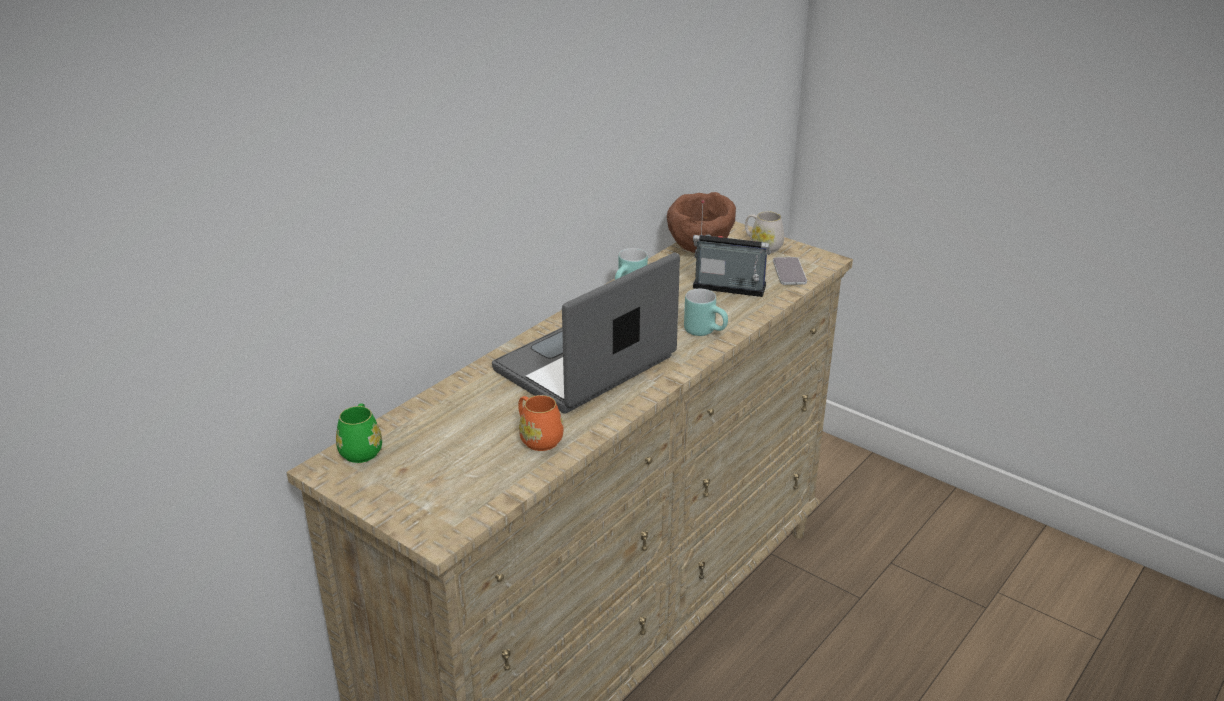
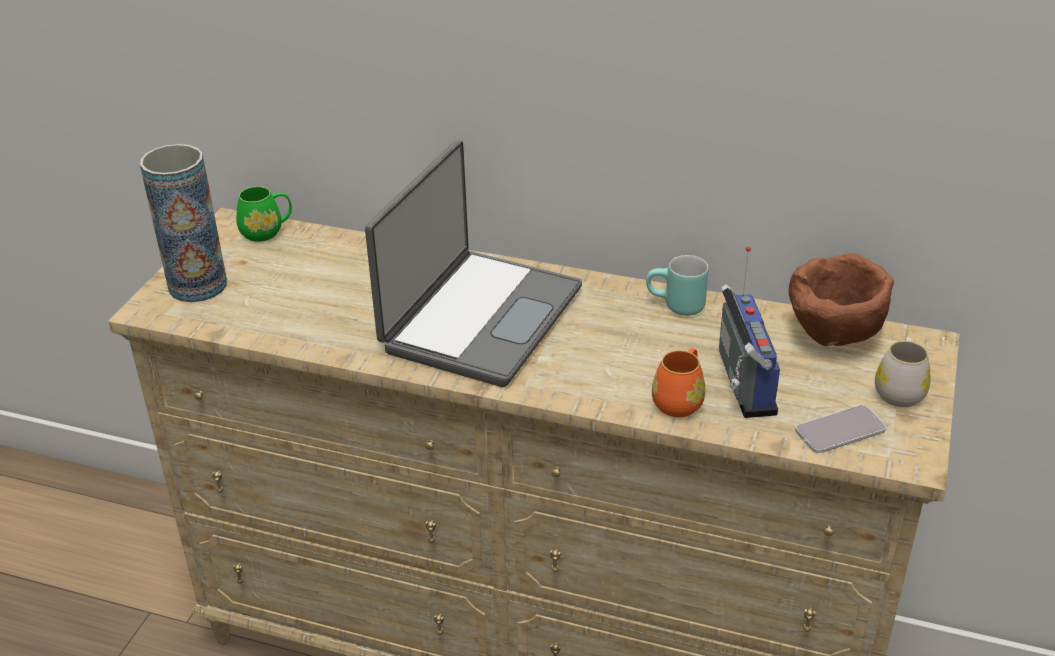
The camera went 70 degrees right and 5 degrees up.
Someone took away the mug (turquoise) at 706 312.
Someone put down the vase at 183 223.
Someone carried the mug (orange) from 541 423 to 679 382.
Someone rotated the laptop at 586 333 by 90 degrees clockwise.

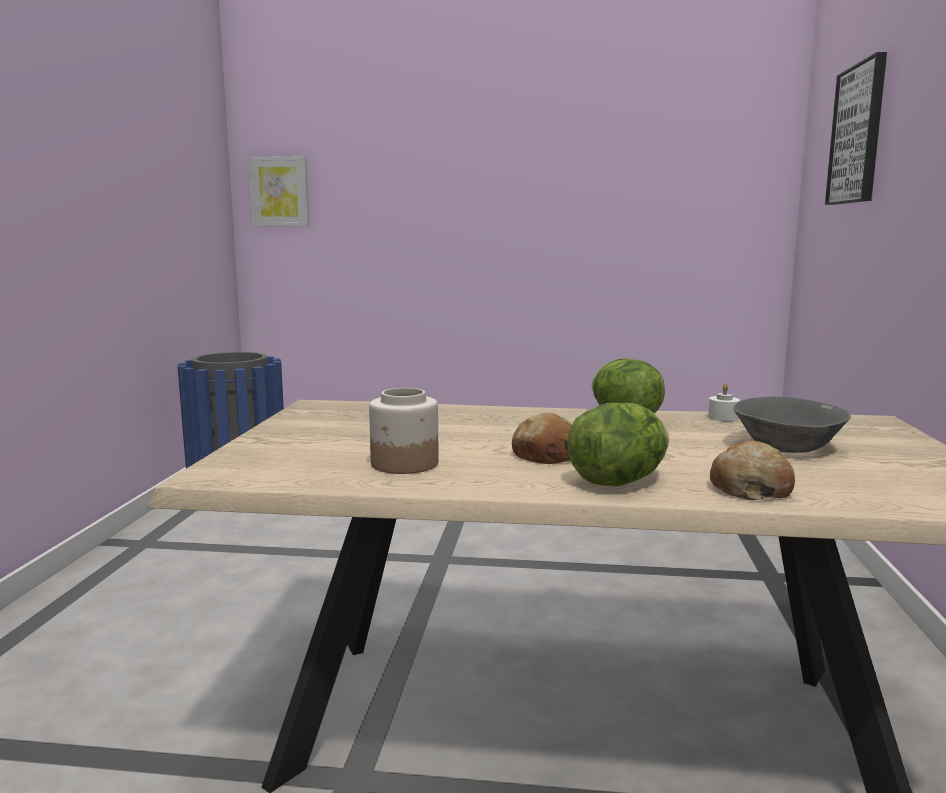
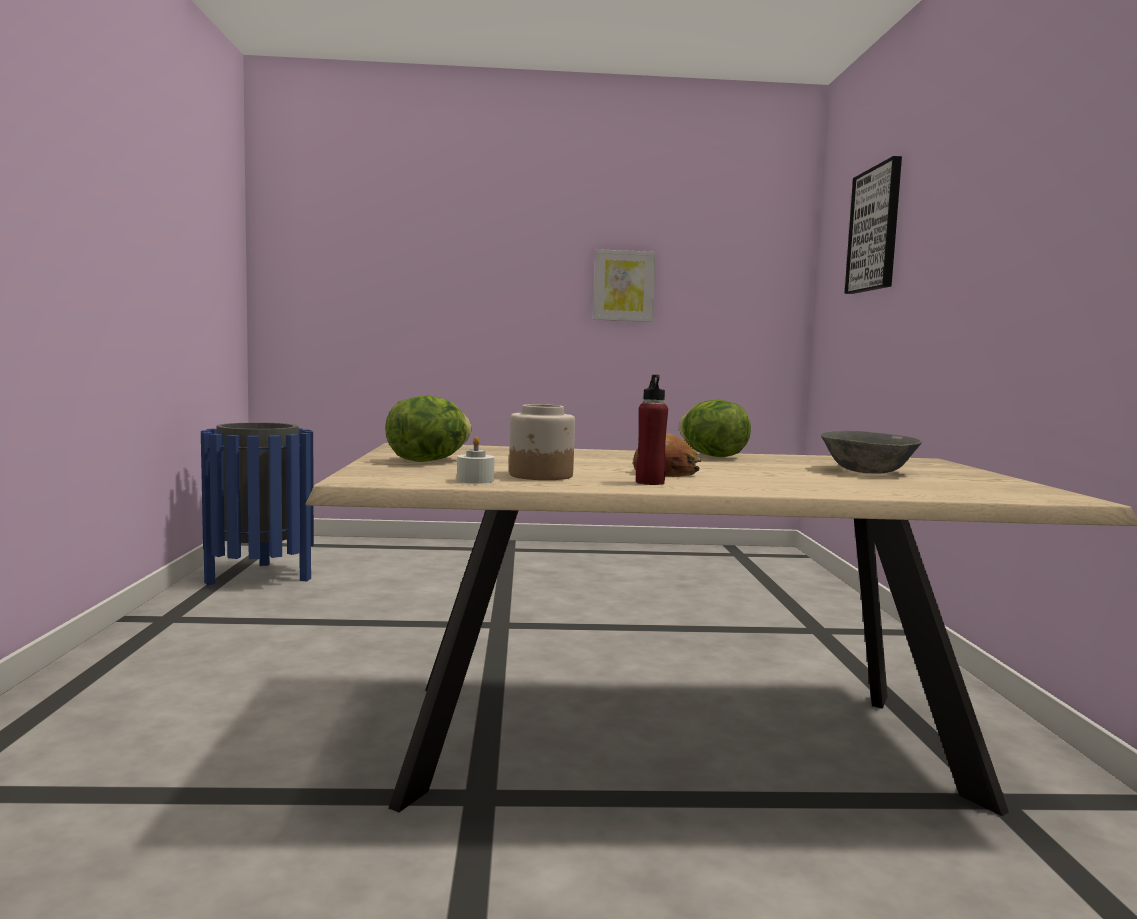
The camera went 10 degrees left and 5 degrees down.
Someone took away the bread at 752 470.
Someone put down the bottle (red) at 652 430.
Someone carried the picture from 278 191 to 624 285.
Someone carried the lettuce from 618 444 to 428 428.
Someone carried the candle (white) from 724 402 to 476 460.

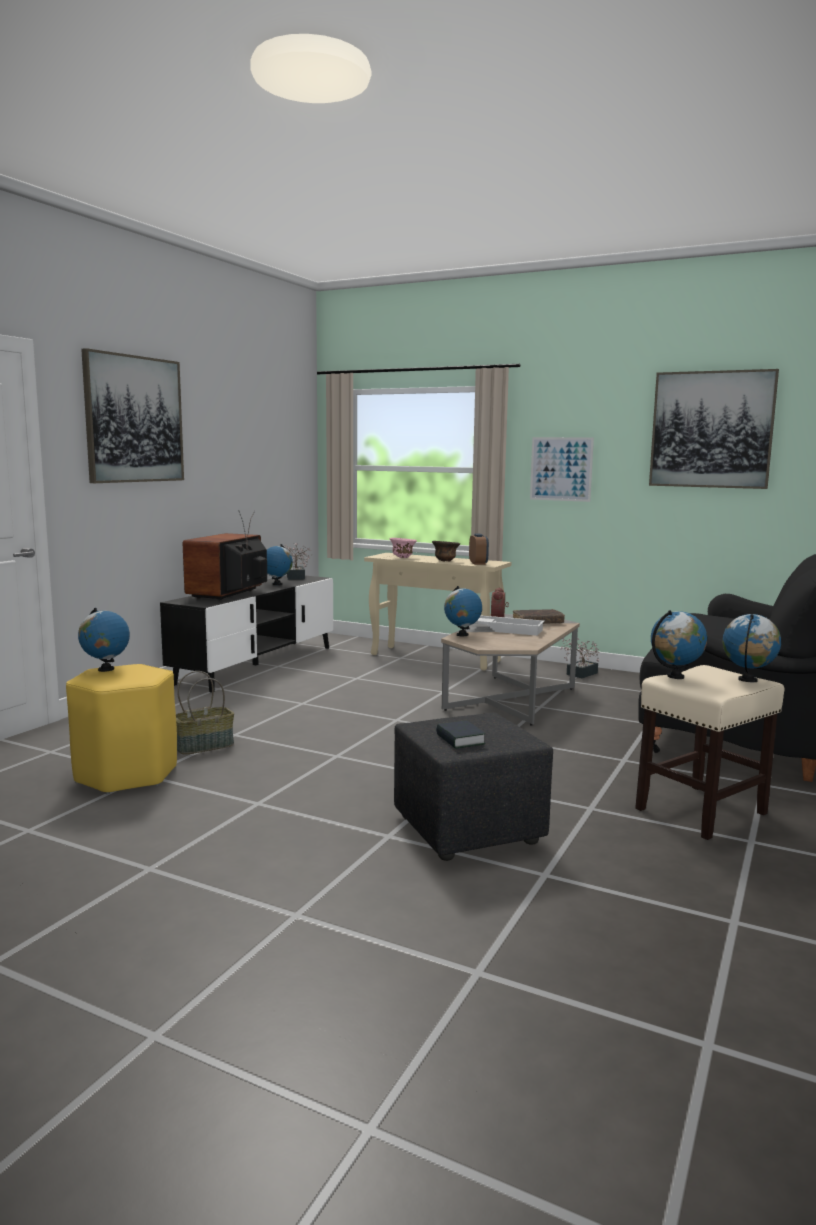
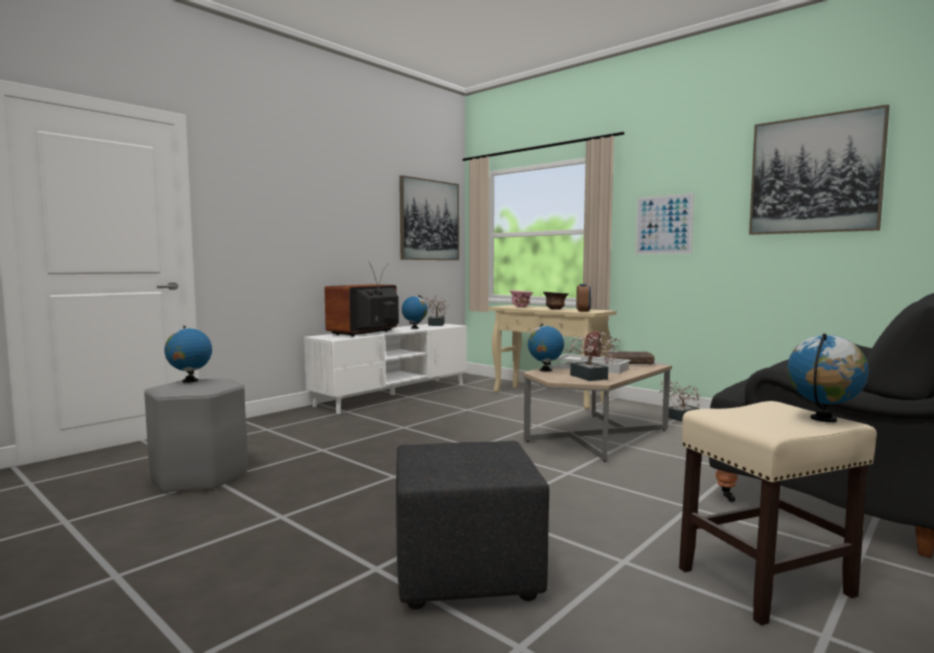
The camera went 15 degrees right and 5 degrees down.
Someone took away the basket at 205 713.
Someone took away the book at 461 734.
Someone took away the globe at 679 644.
Someone put down the potted plant at 592 356.
Someone carried the picture from 132 415 to 429 217.
Someone repainted the stool (yellow) at 121 729, which became the stool (grey) at 195 436.
Someone repainted the tv stand (black) at 246 633, which became the tv stand (white) at 385 369.

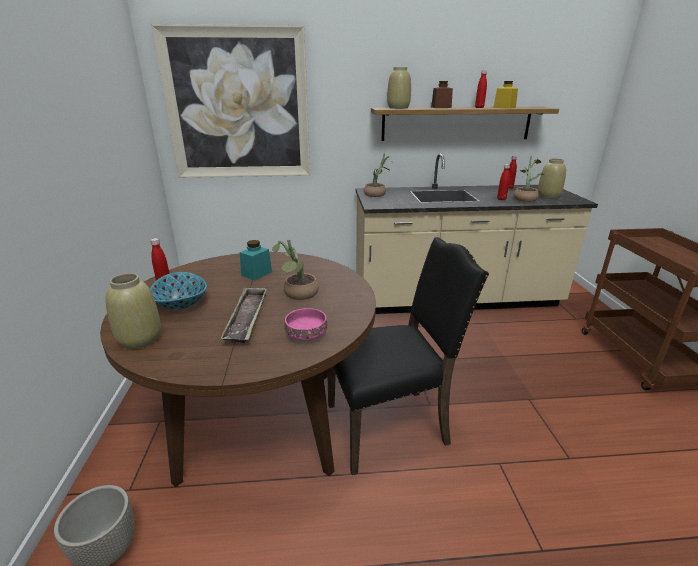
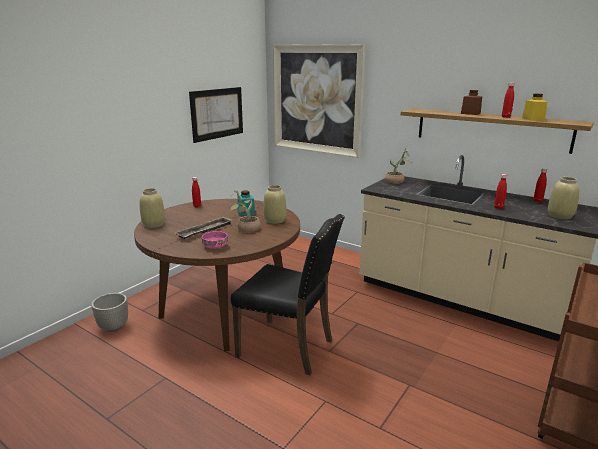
The camera went 40 degrees right and 5 degrees down.
Someone took away the bowl at 178 291.
Someone took away the potted plant at 529 179.
Someone put up the picture at 216 115.
Someone carried the vase (beige) from 399 88 to 274 204.

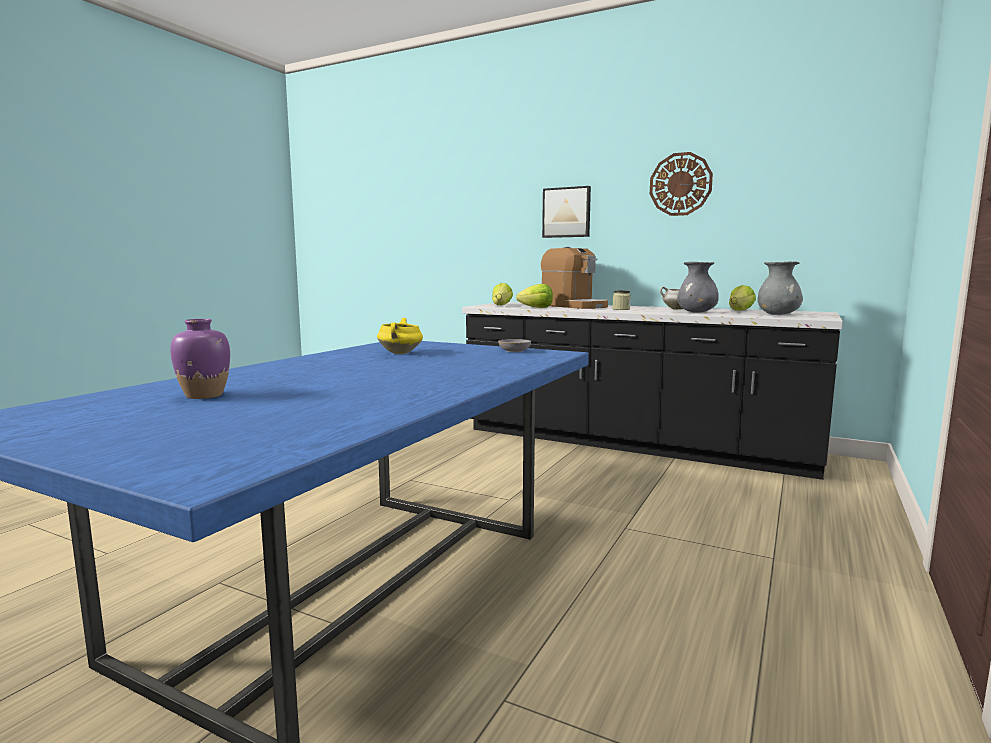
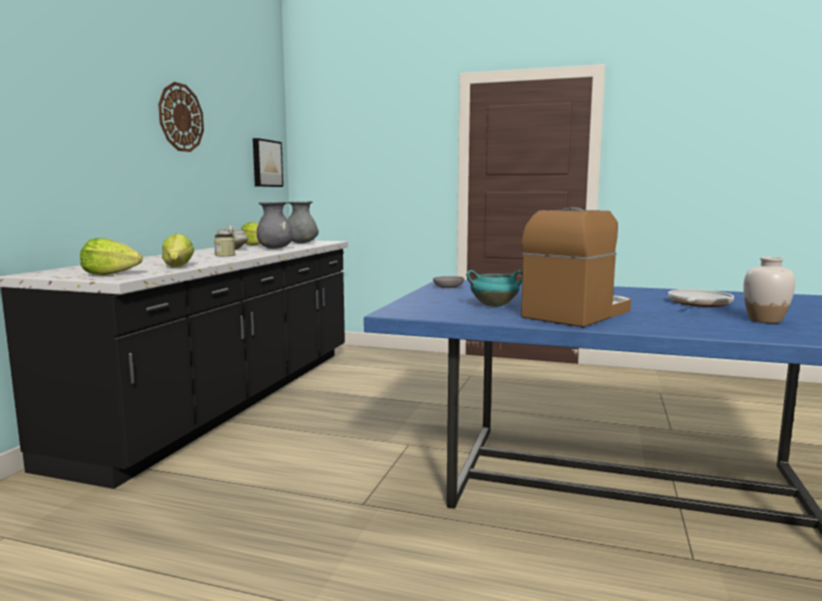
The camera went 100 degrees left and 0 degrees up.
Someone put down the frying pan at 701 298.
Someone carried the coffee machine from 574 278 to 576 267.
Someone carried the picture from 566 212 to 268 162.
Someone repainted the vase (purple) at 200 359, which became the vase (white) at 769 290.
Someone repainted the cooking pot (yellow) at 400 336, which became the cooking pot (turquoise) at 494 288.

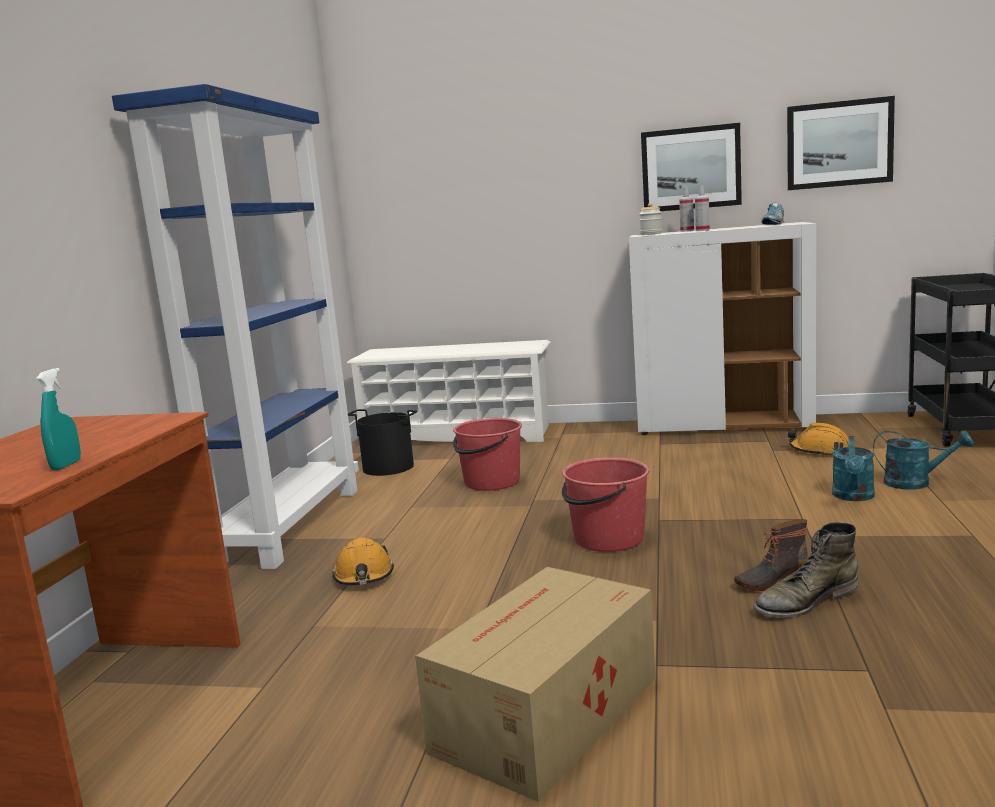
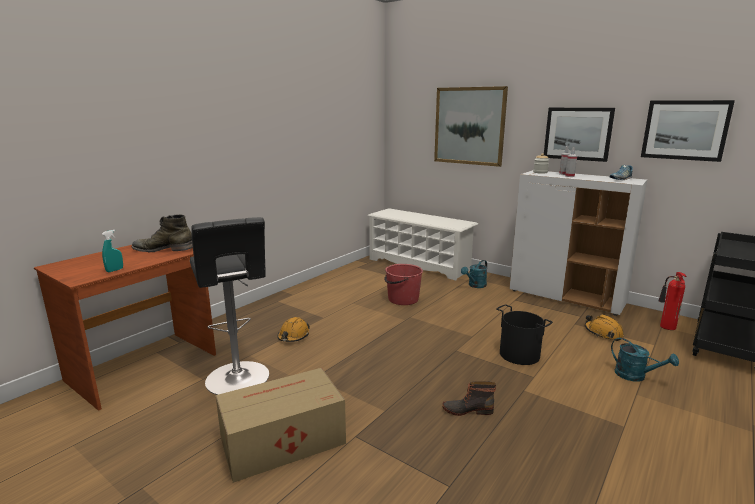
The camera went 25 degrees right and 5 degrees up.
Someone took away the bookcase (blue) at 235 326.
Someone took away the bucket (red) at 605 504.
Someone put down the stool (black) at 229 306.
Someone put up the picture at 471 126.
Someone put down the fire extinguisher at 672 301.
Someone carried the bucket (black) from 382 442 to 524 334.
Someone carried the boot (green) from 805 570 to 162 233.
Someone carried the watering can (turquoise) from 853 468 to 474 274.

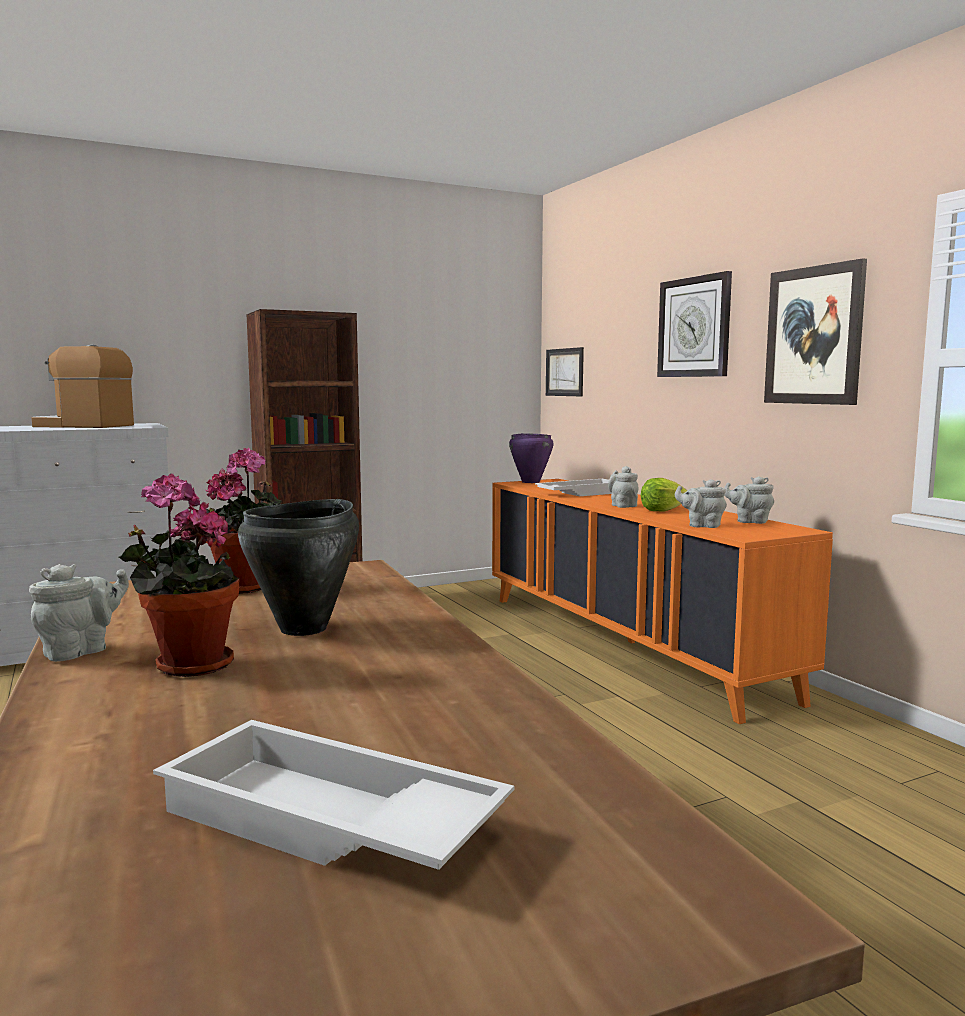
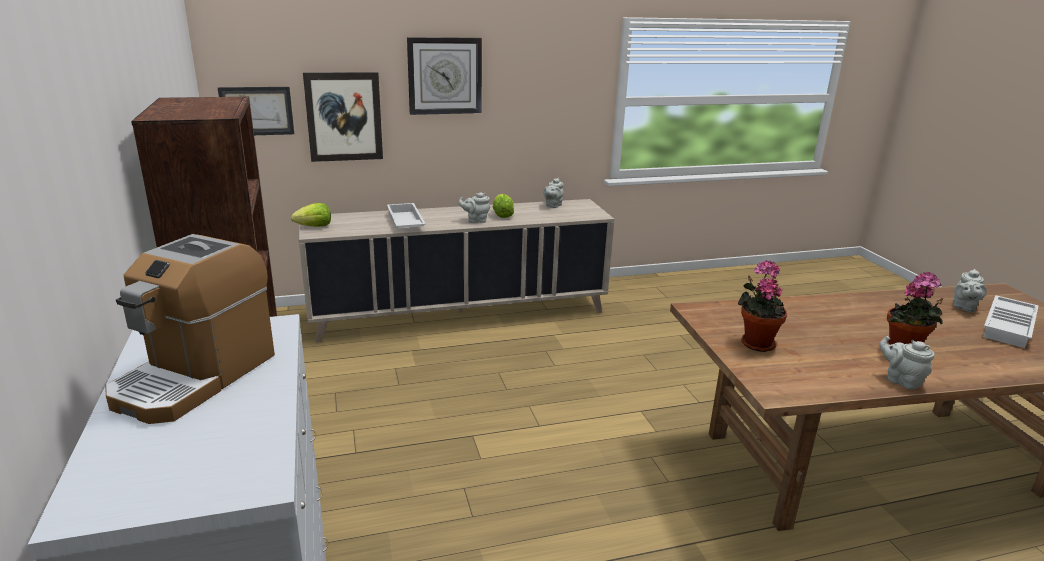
The camera went 80 degrees left and 15 degrees up.
Someone took away the cooking pot (black) at 298 567.
Someone carried the teapot (grey) from 701 503 to 970 290.
Someone carried the picture from 815 331 to 343 117.
Someone swapped the cooking pot (purple) at 531 458 for the lettuce at 311 215.
Someone repainted the cabinet (orange) at 662 601, which became the cabinet (beige) at 456 270.

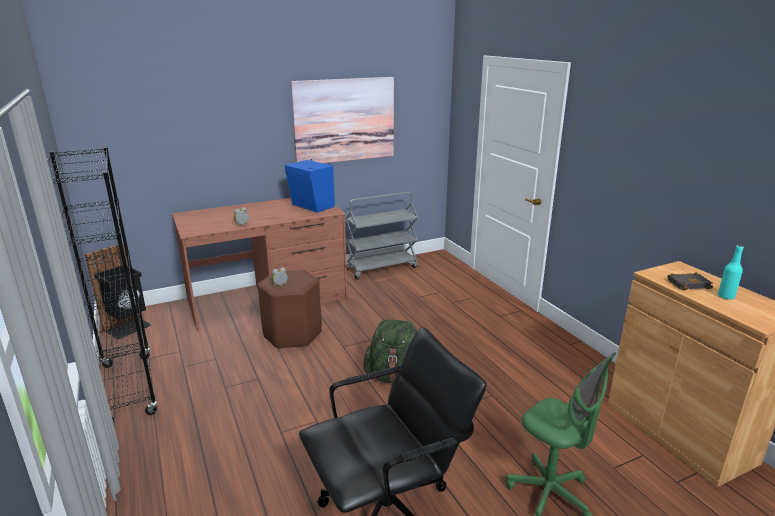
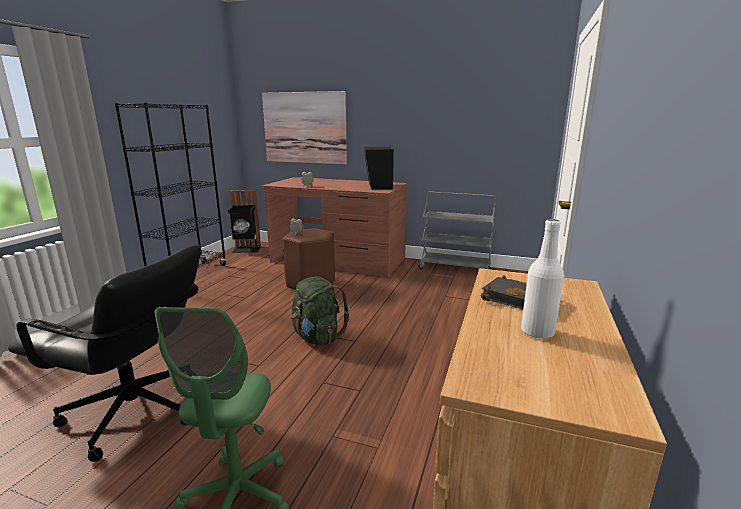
The camera went 45 degrees right and 5 degrees down.
Someone carried the picture from 342 120 to 304 127.
Someone repainted the speaker (blue) at 310 186, which became the speaker (black) at 379 167.
Someone repainted the bottle (turquoise) at 731 272, which became the bottle (white) at 542 279.

